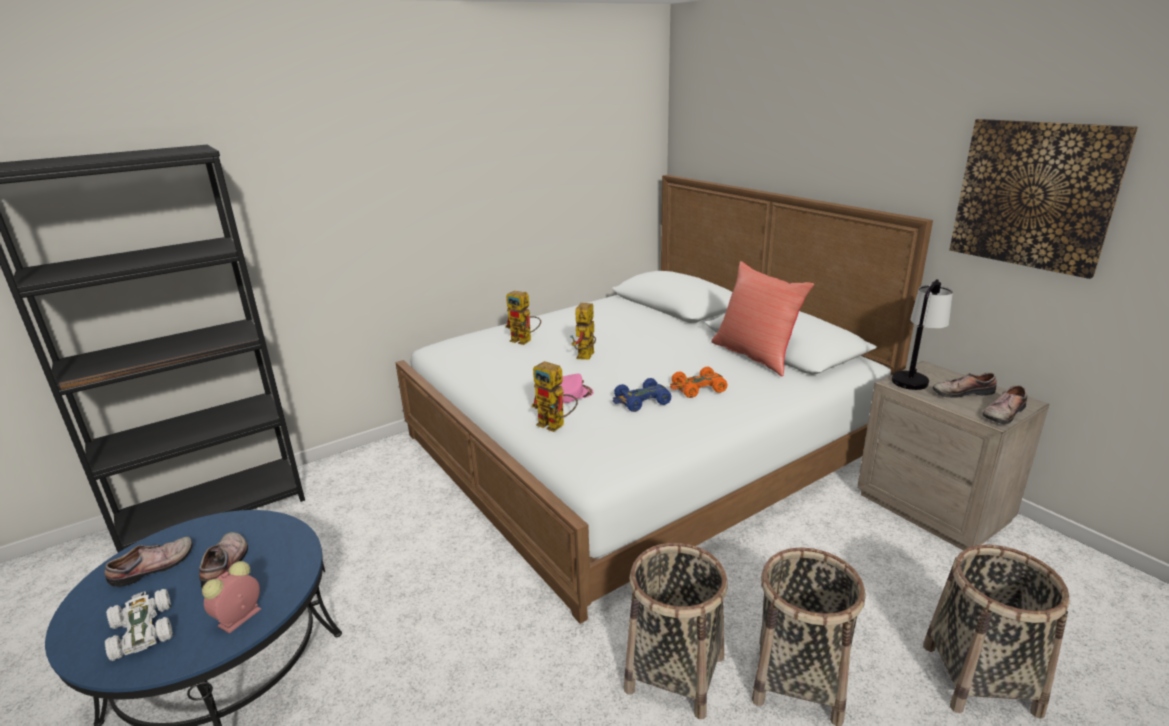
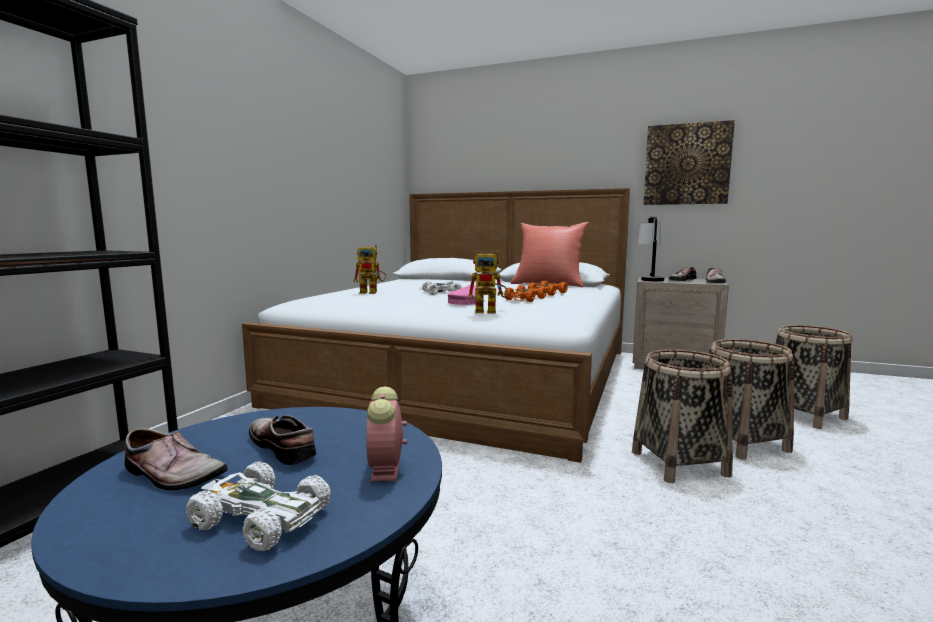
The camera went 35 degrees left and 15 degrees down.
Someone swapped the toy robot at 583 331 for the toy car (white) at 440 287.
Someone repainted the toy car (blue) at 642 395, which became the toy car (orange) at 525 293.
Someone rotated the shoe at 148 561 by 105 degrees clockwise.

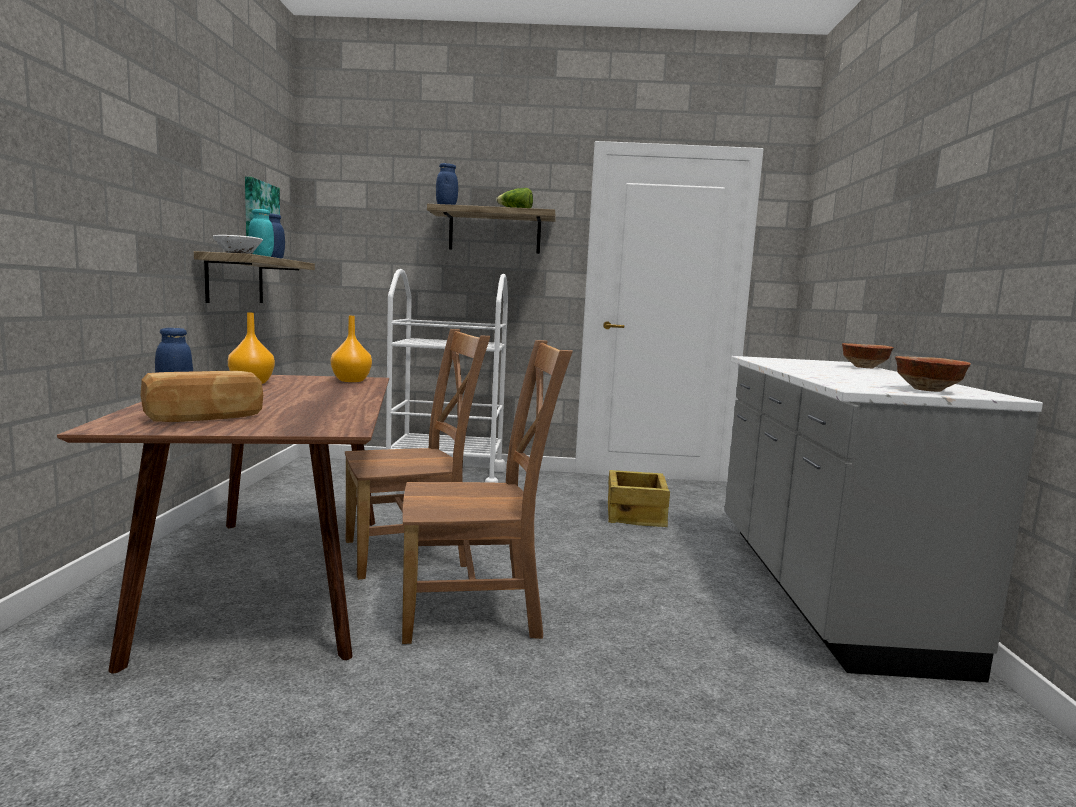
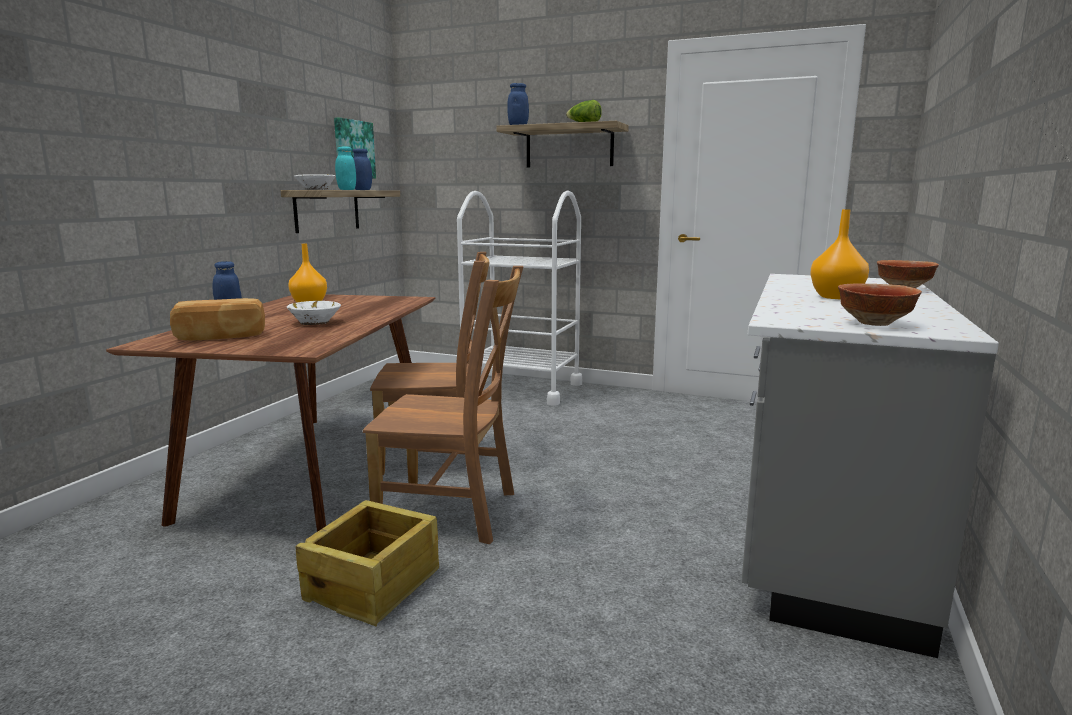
The camera went 20 degrees right and 5 degrees up.
Someone put down the bowl (white) at 314 313.
Someone carried the vase (orange) from 351 349 to 839 254.
Someone carried the crate from 639 498 to 367 563.

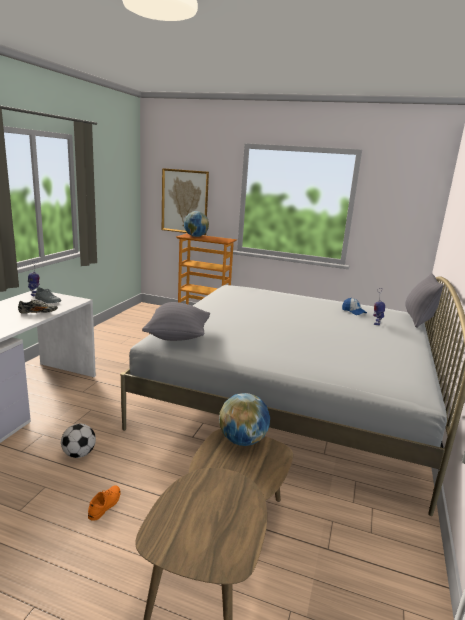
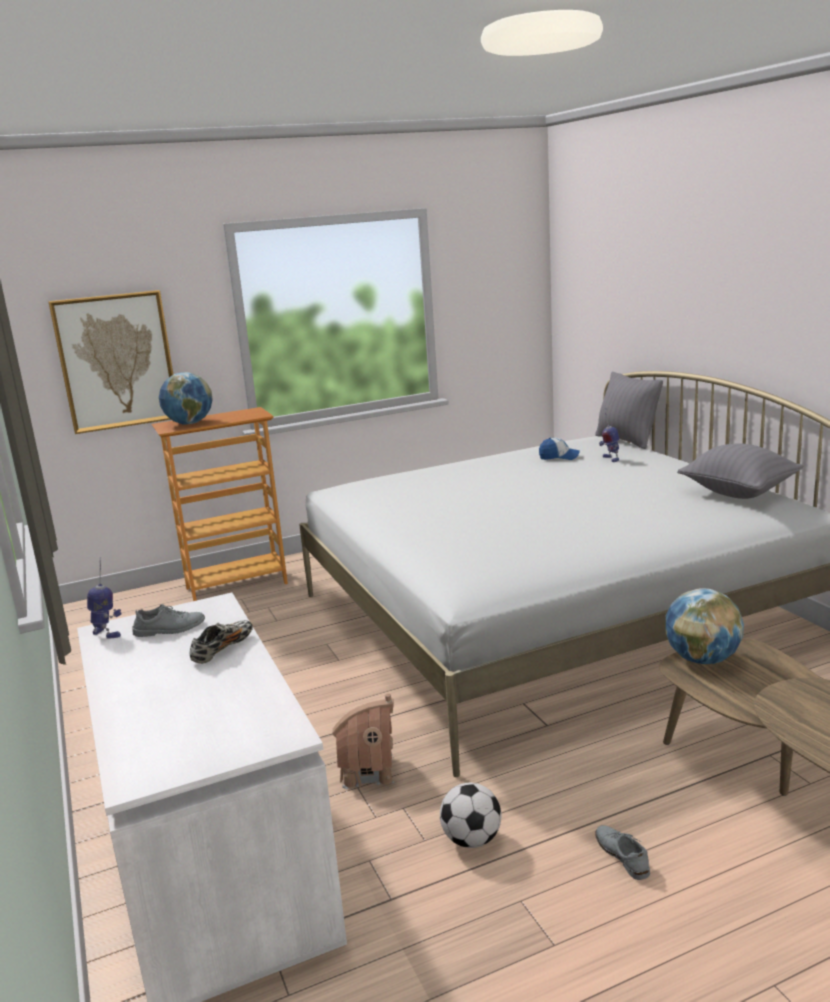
The camera went 40 degrees left and 0 degrees up.
Someone put down the toy house at 363 741.
Someone carried the pillow (grey) from 176 321 to 740 471.
Someone repainted the shoe (orange) at 104 503, which became the shoe (grey) at 622 852.

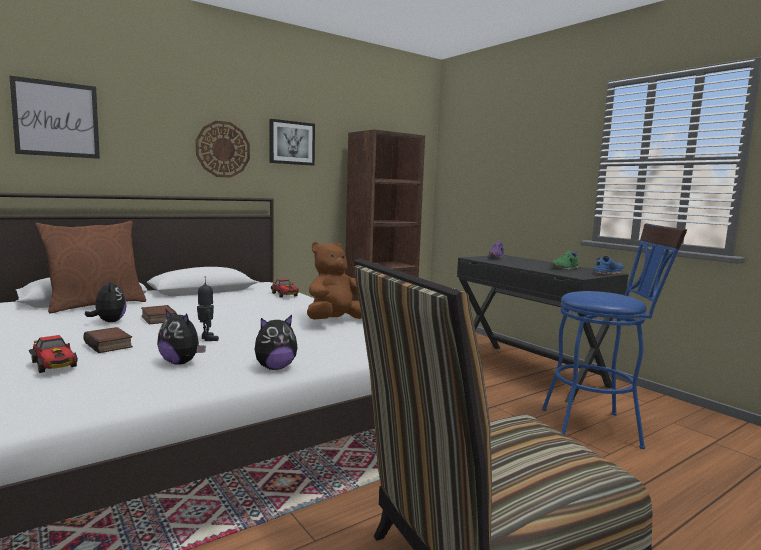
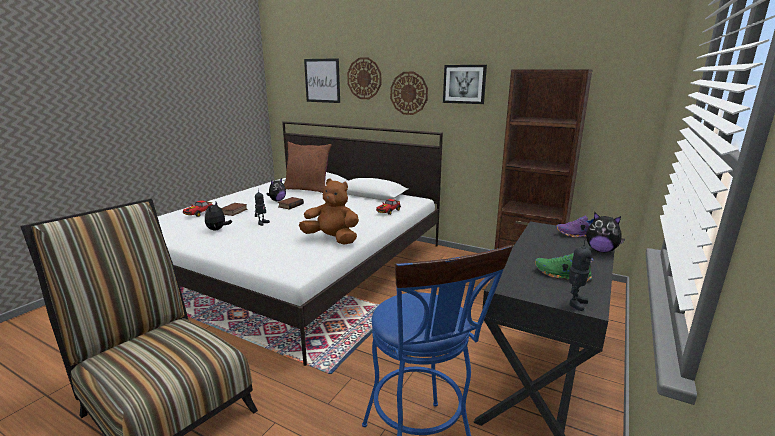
The camera went 65 degrees right and 10 degrees up.
Someone put up the wall clock at 364 78.
Someone carried the plush toy from 276 342 to 605 232.
Someone swapped the shoe (blue) at 608 265 for the toy robot at 580 274.

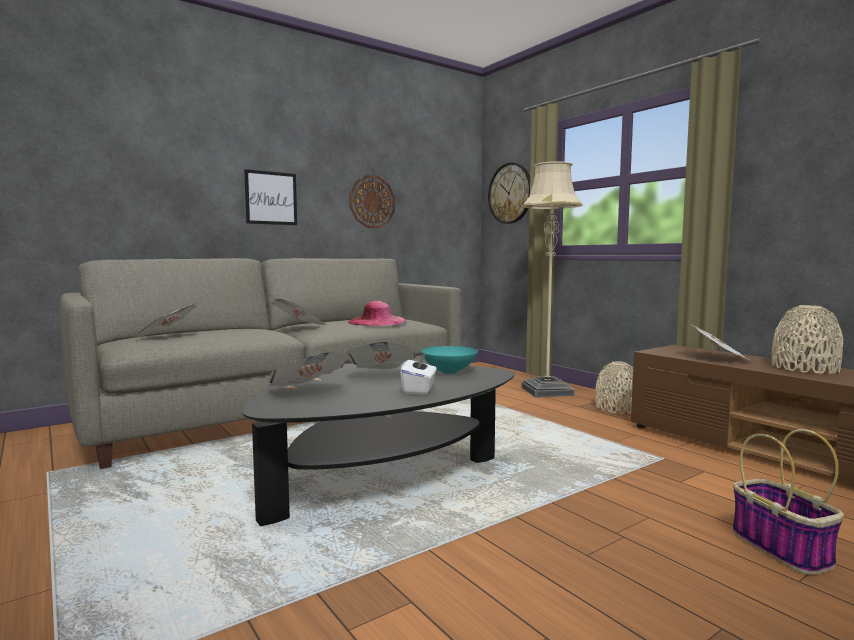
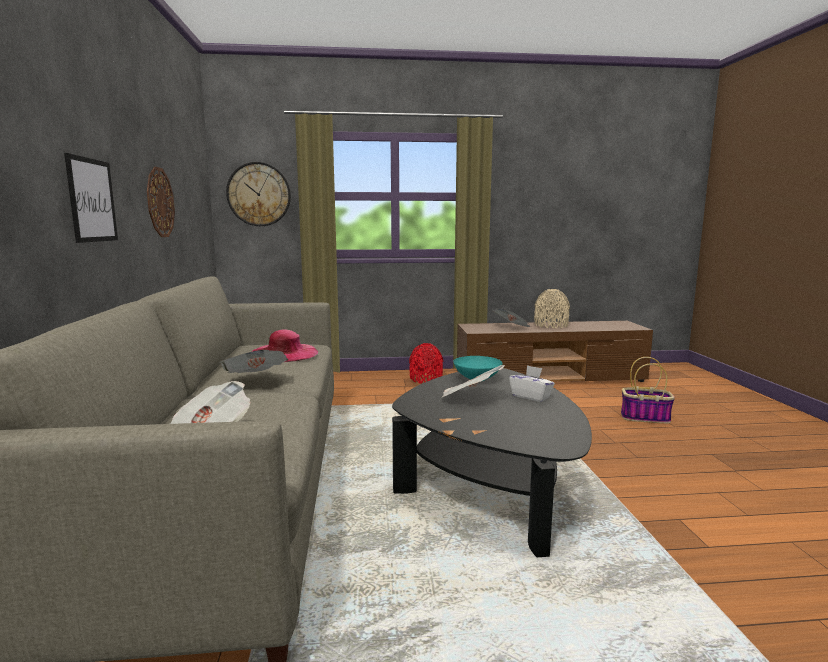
The camera went 60 degrees left and 5 degrees up.
Someone took away the newspaper at 307 369.
Someone took away the floor lamp (beige) at 552 279.
Someone repainted the vase (beige) at 614 387, which became the vase (red) at 426 363.

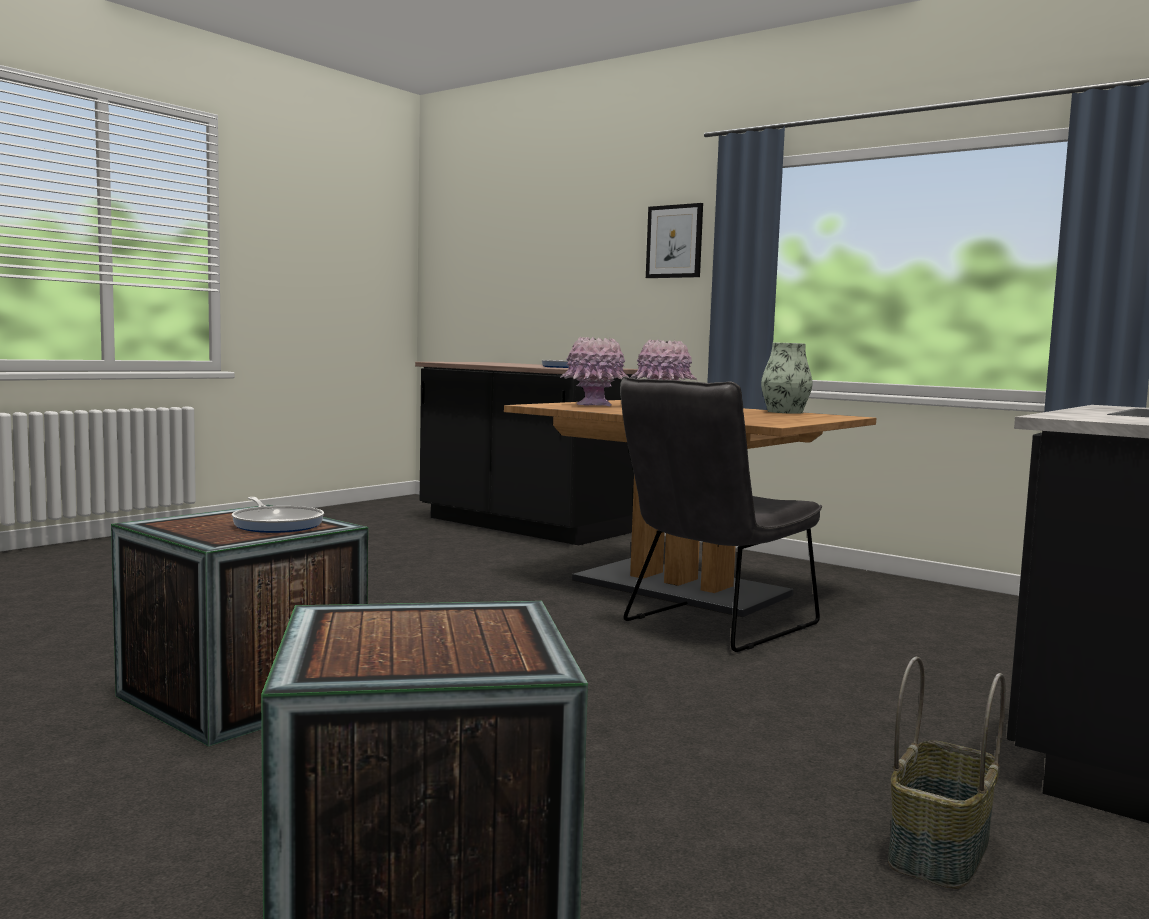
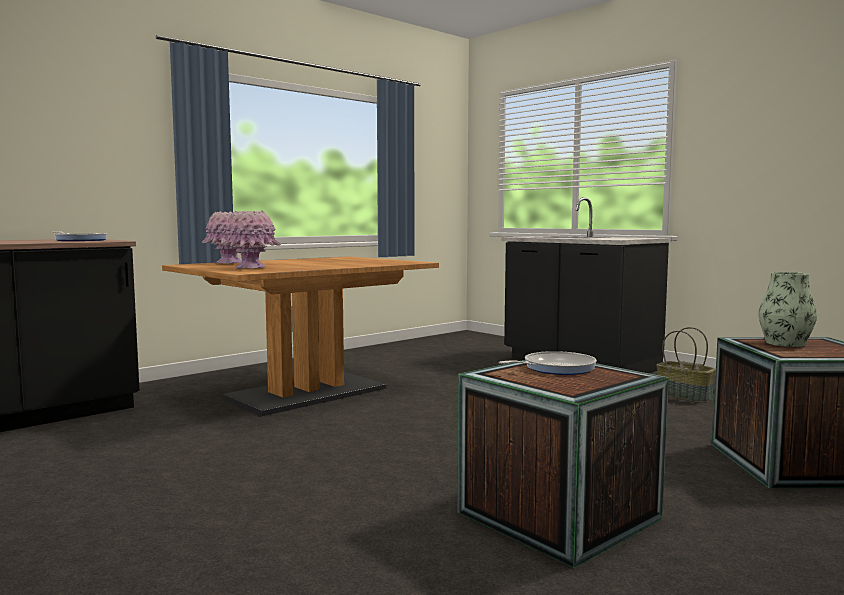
The camera went 80 degrees left and 0 degrees up.
Someone took away the chair (grey) at 721 514.
Someone took away the picture at 674 240.
Someone carried the vase from 787 378 to 787 309.

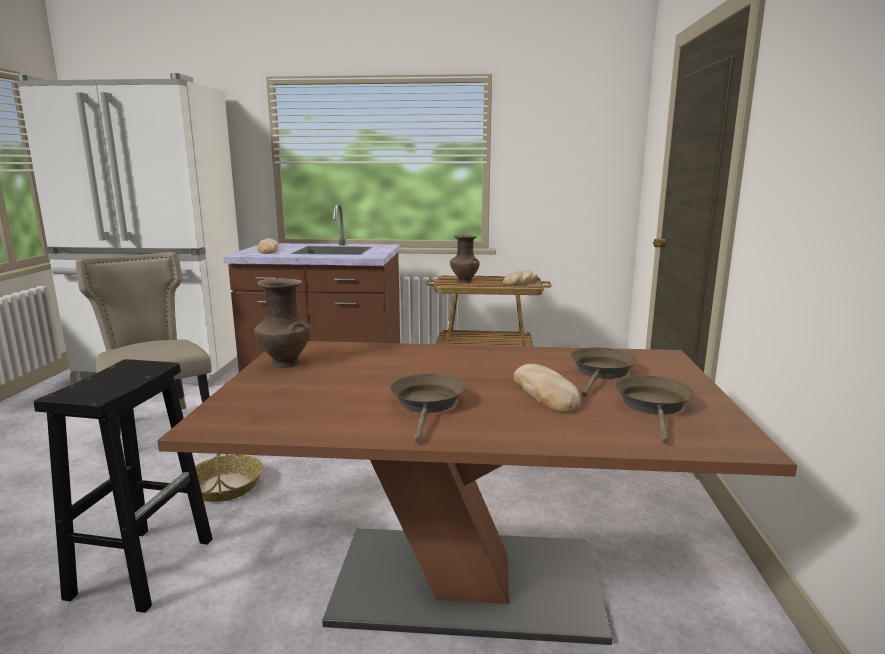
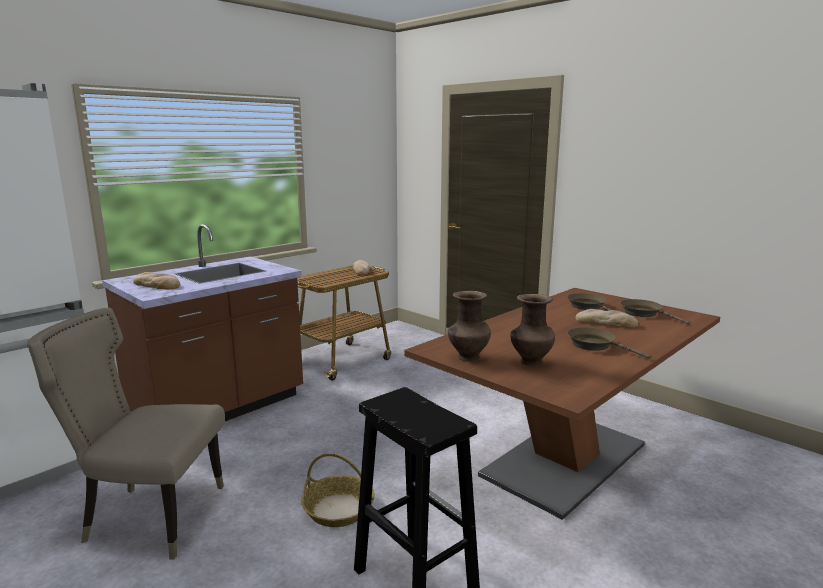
The camera went 50 degrees left and 0 degrees up.
Someone carried the vase (brown) from 465 259 to 532 330.

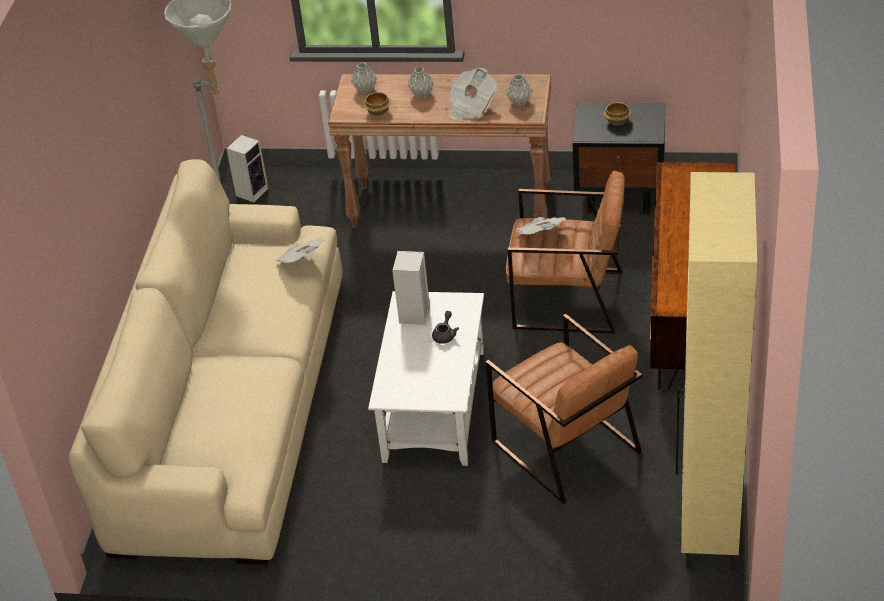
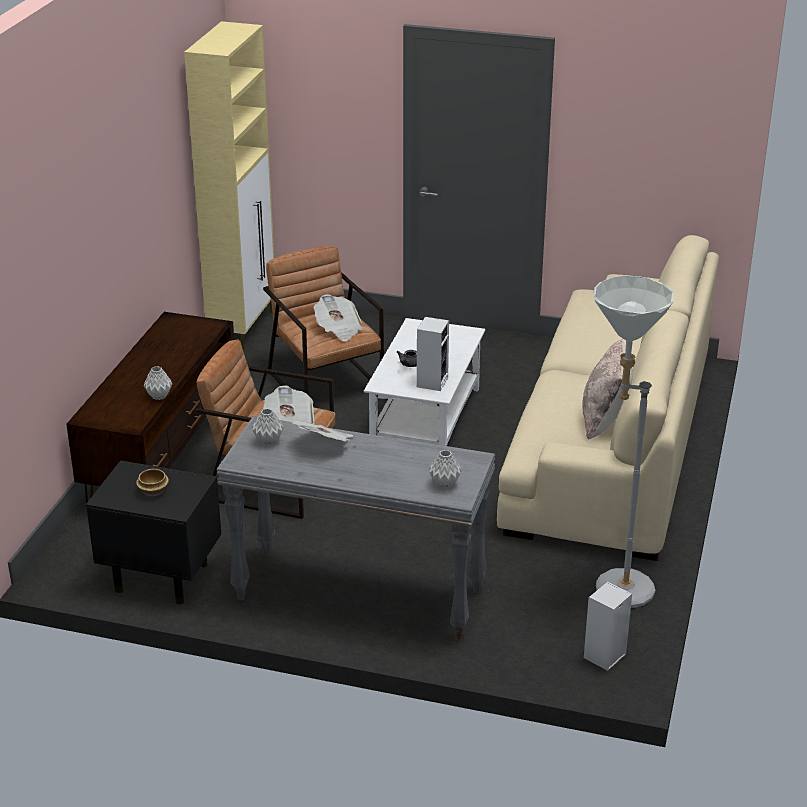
The camera went 175 degrees left and 10 degrees down.
Someone took away the bowl at 377 104.
Someone put down the pillow (beige) at 607 389.
Someone carried the newspaper from 300 250 to 338 317.
Someone carried the vase (grey) from 421 82 to 158 383.
Someone repainted the console table (brown) at 440 151, which became the console table (grey) at 356 528.

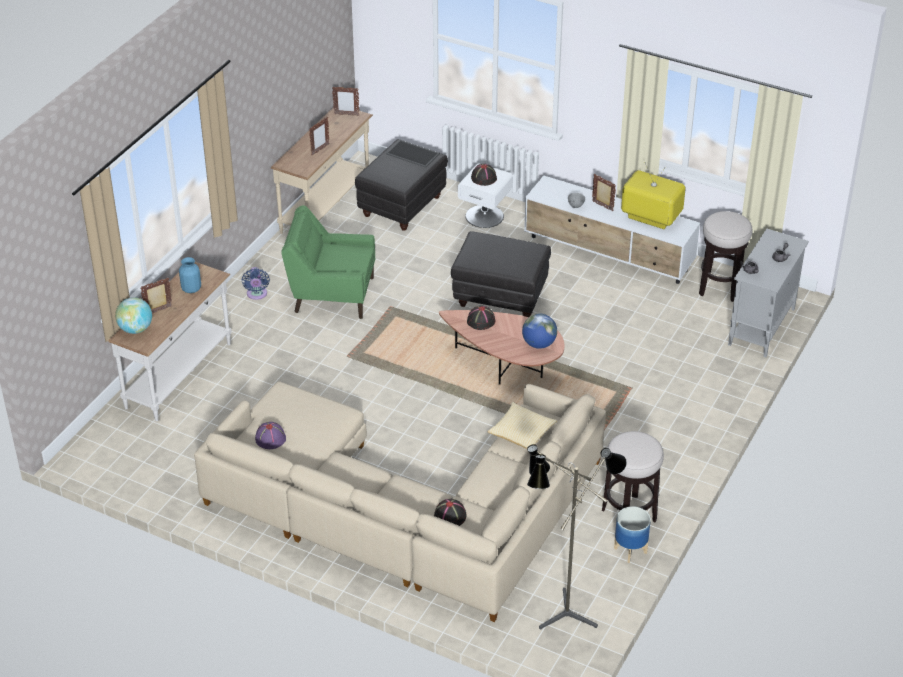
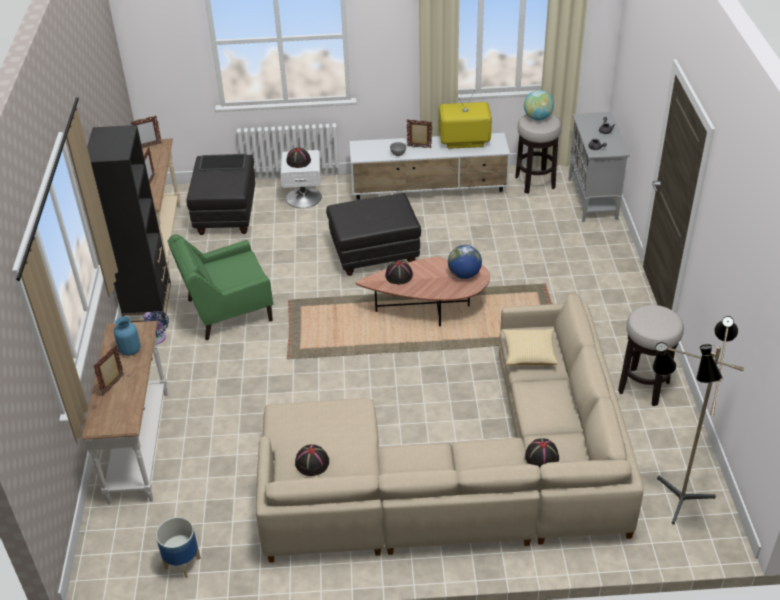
The camera went 30 degrees left and 0 degrees up.
Someone put down the bookcase (black) at 129 223.
Someone carried the globe from 133 315 to 539 105.
Someone carried the planter from 632 534 to 178 547.
Someone repainted the hat (purple) at 270 435, which became the hat (black) at 312 460.

